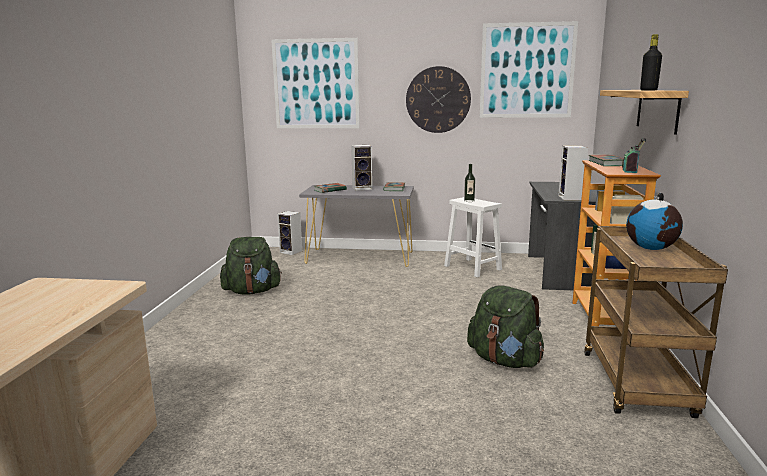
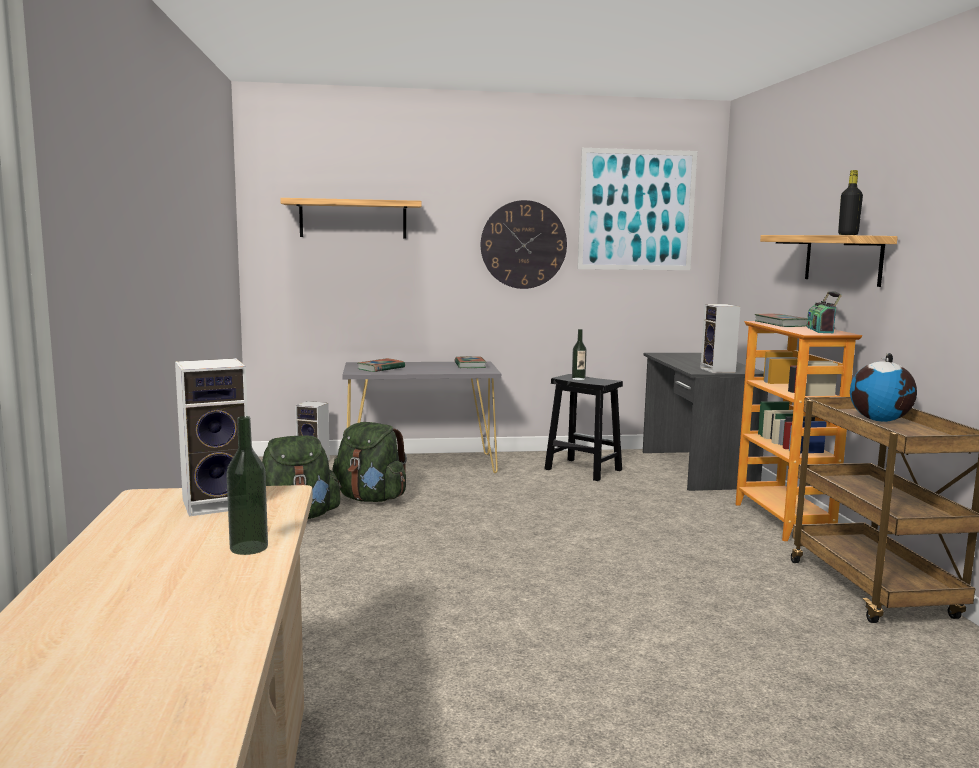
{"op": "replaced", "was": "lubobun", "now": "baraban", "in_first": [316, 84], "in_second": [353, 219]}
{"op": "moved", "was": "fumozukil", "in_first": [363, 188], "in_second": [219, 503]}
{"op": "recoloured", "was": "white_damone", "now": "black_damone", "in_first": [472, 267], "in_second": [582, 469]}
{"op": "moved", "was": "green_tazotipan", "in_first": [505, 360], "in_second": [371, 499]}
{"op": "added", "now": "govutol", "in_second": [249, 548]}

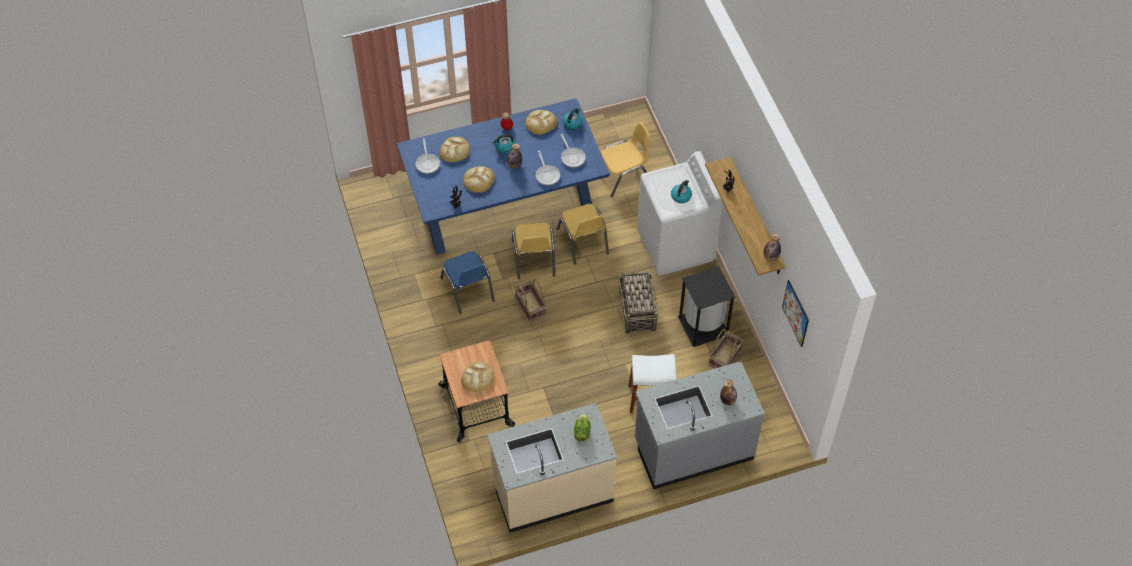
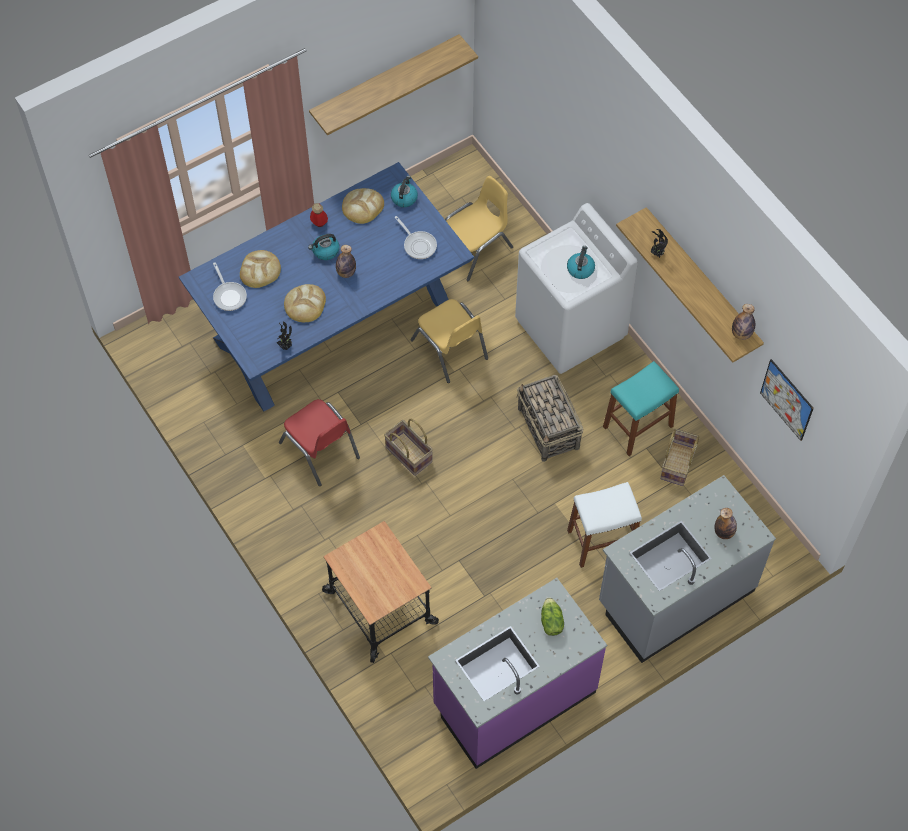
{"op": "removed", "was": "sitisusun", "in_first": [547, 175]}
{"op": "removed", "was": "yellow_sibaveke", "in_first": [533, 258]}
{"op": "recoloured", "was": "blue_sibaveke", "now": "red_sibaveke", "in_first": [468, 290], "in_second": [320, 450]}
{"op": "replaced", "was": "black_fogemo", "now": "turquoise_damone", "in_first": [703, 325], "in_second": [638, 426]}
{"op": "removed", "was": "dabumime", "in_first": [477, 377]}
{"op": "recoloured", "was": "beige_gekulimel", "now": "purple_gekulimel", "in_first": [552, 491], "in_second": [513, 698]}
{"op": "added", "now": "baraban", "in_second": [385, 81]}

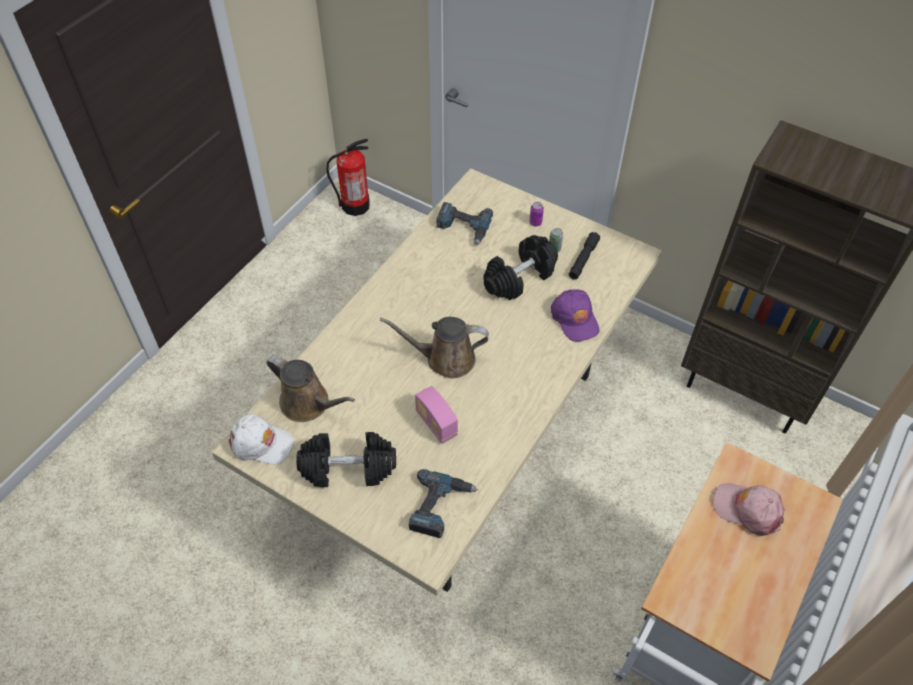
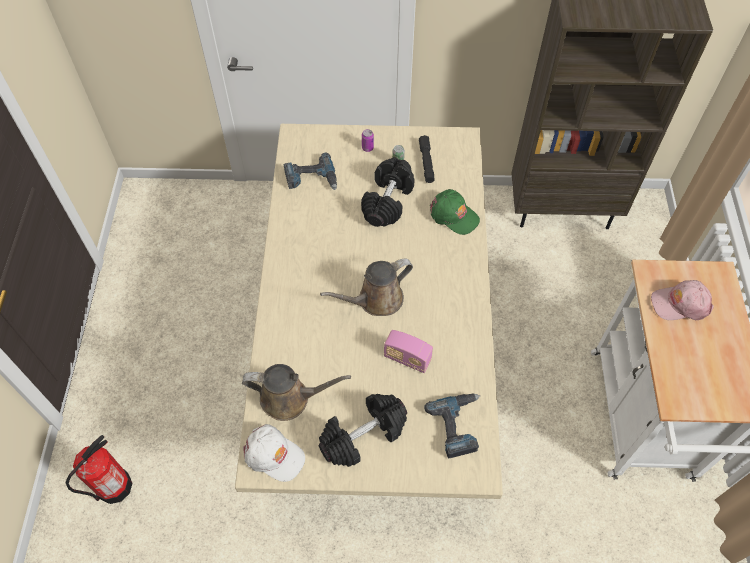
{"op": "moved", "was": "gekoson", "in_first": [355, 205], "in_second": [114, 487]}
{"op": "recoloured", "was": "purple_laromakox", "now": "green_laromakox", "in_first": [575, 319], "in_second": [453, 215]}
{"op": "turned", "was": "white_laromakox", "in_first": [261, 443], "in_second": [274, 455], "clockwise": 45}

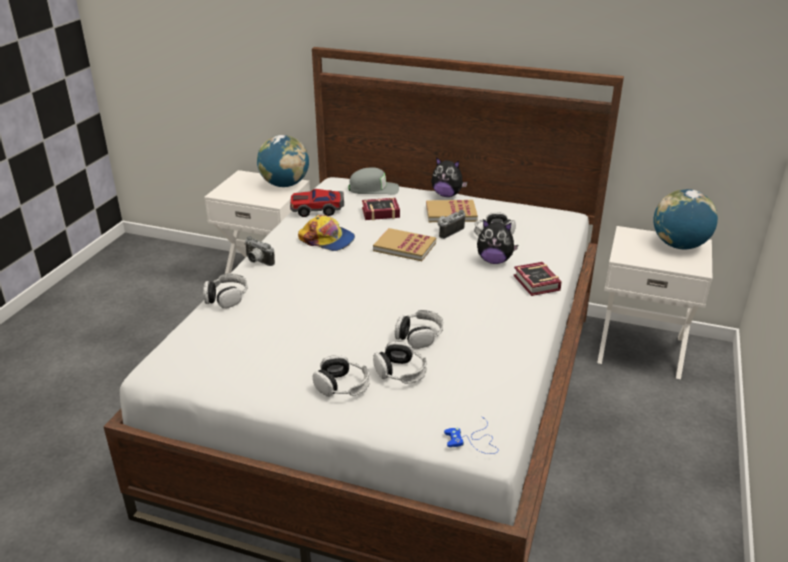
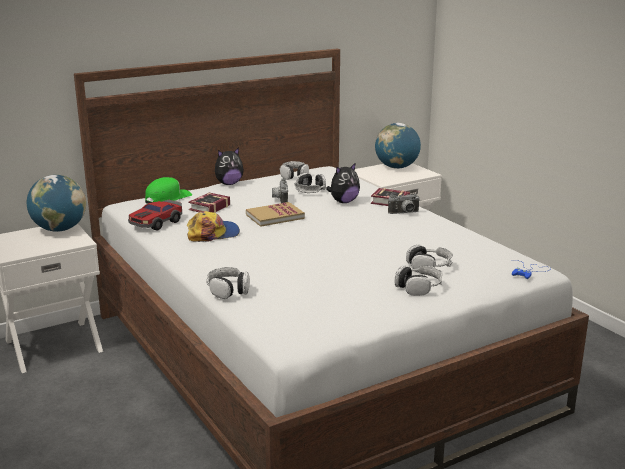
{"op": "recoloured", "was": "grey_laromakox", "now": "green_laromakox", "in_first": [374, 189], "in_second": [167, 198]}
{"op": "removed", "was": "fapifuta", "in_first": [451, 213]}
{"op": "moved", "was": "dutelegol", "in_first": [257, 261], "in_second": [404, 213]}
{"op": "moved", "was": "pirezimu", "in_first": [419, 336], "in_second": [294, 176]}

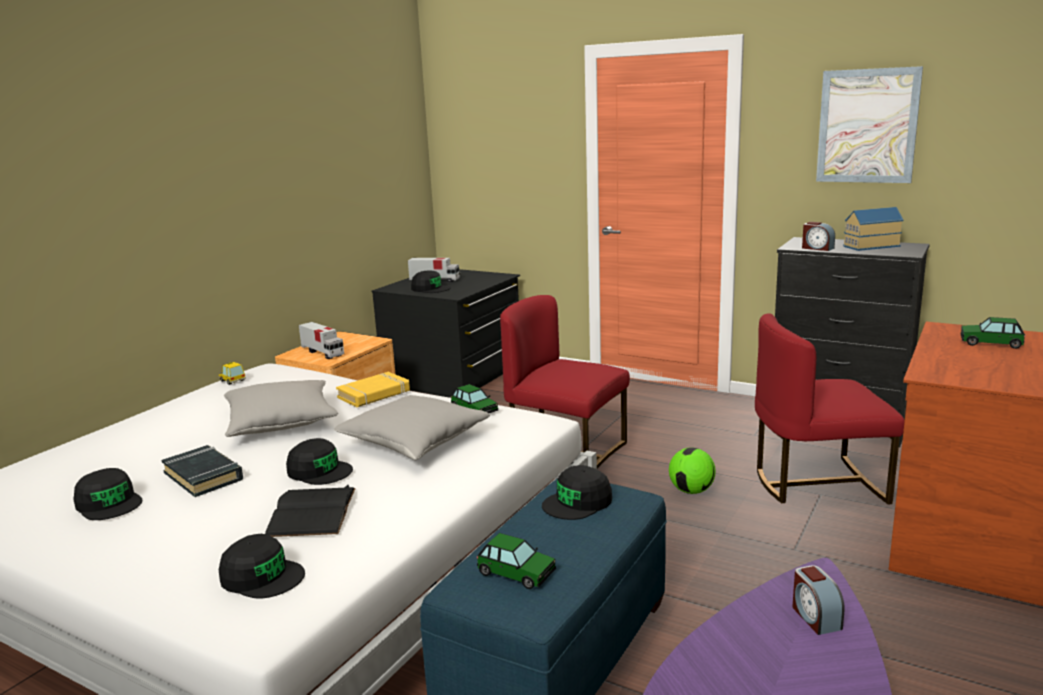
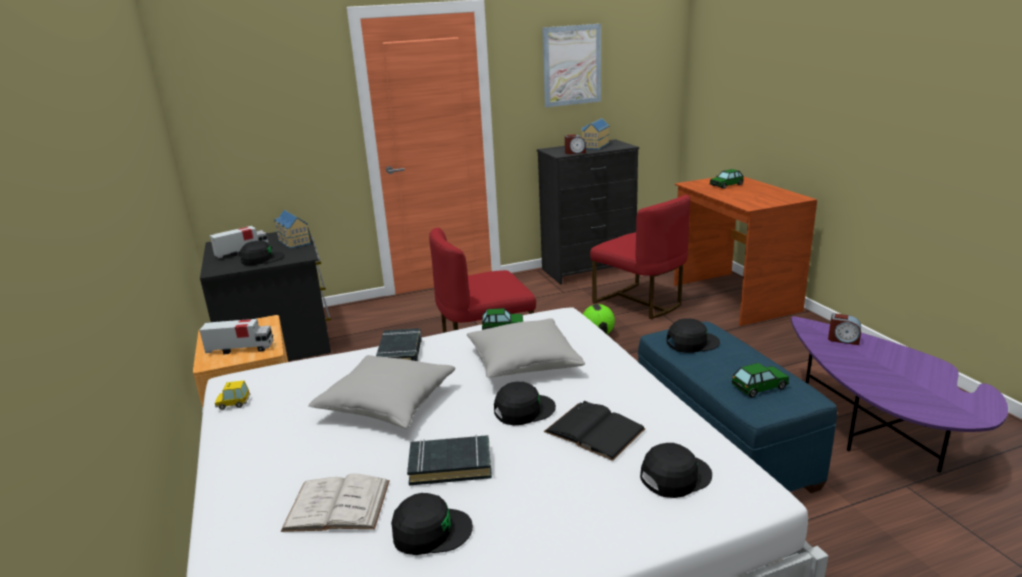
{"op": "turned", "was": "red_sibaveke", "in_first": [817, 483], "in_second": [639, 302], "clockwise": -75}
{"op": "recoloured", "was": "yellow_fapifuta", "now": "black_fapifuta", "in_first": [374, 394], "in_second": [400, 352]}
{"op": "turned", "was": "black_laromakox", "in_first": [578, 502], "in_second": [692, 342], "clockwise": -105}
{"op": "added", "now": "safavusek", "in_second": [293, 242]}
{"op": "added", "now": "white_fapifuta", "in_second": [337, 505]}

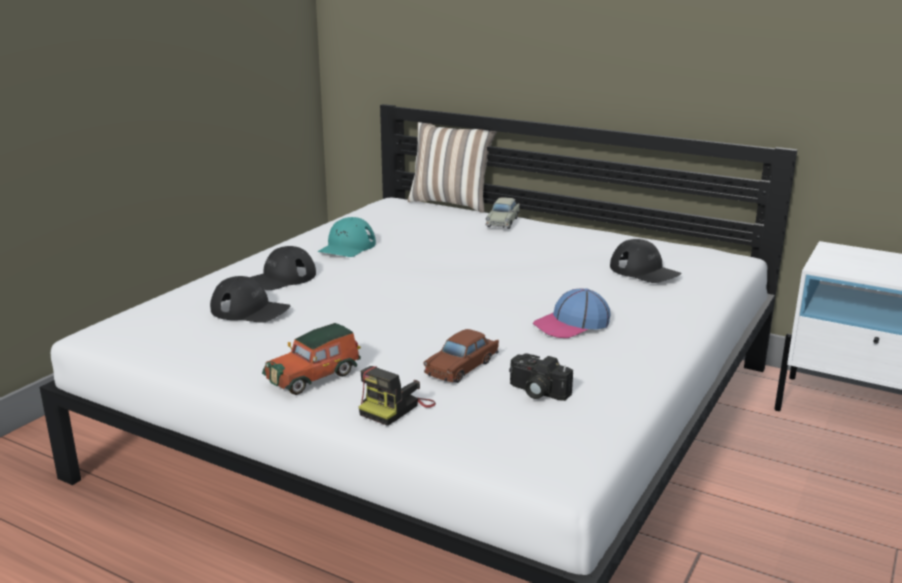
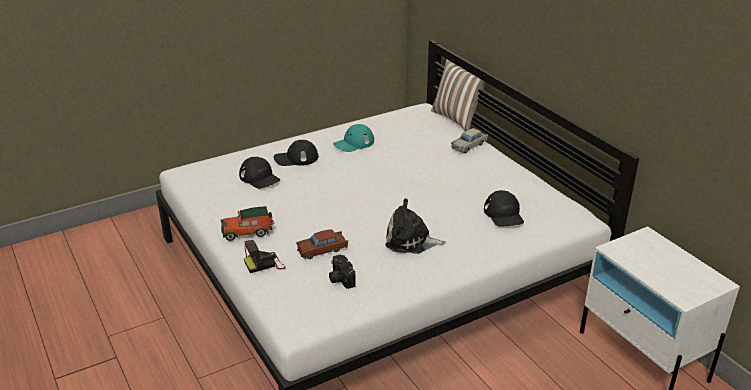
{"op": "replaced", "was": "laromakox", "now": "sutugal", "in_first": [571, 325], "in_second": [411, 241]}

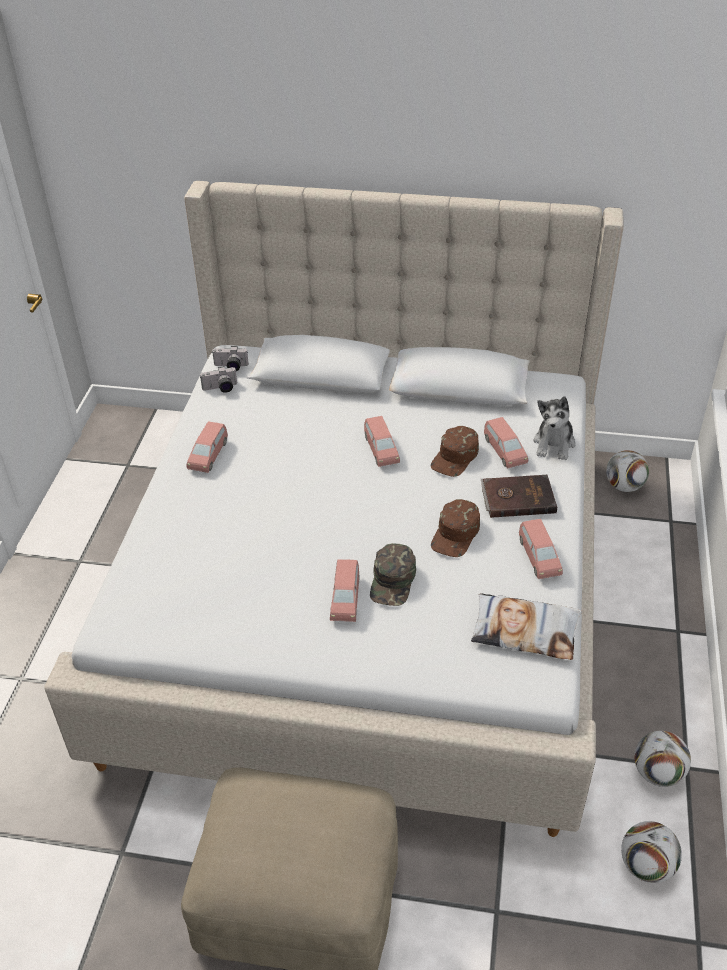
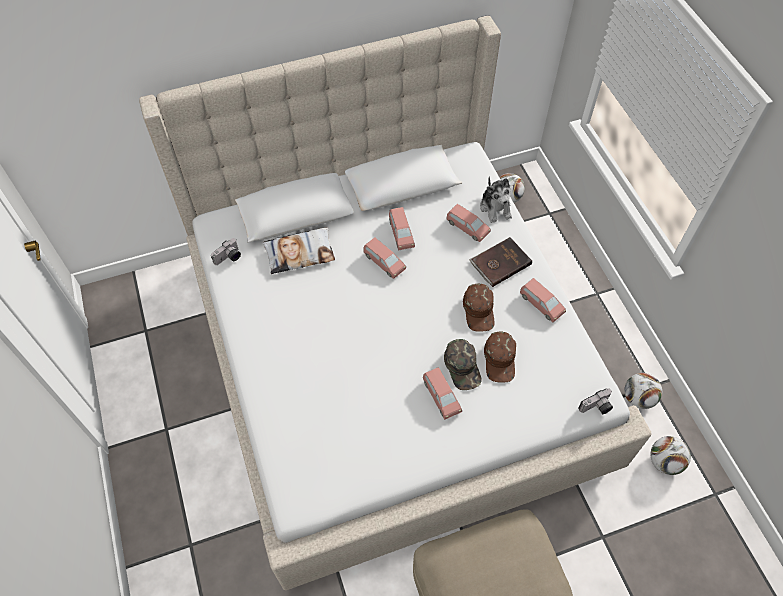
{"op": "moved", "was": "dutelegol", "in_first": [230, 367], "in_second": [596, 408]}
{"op": "moved", "was": "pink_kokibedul", "in_first": [208, 455], "in_second": [401, 233]}
{"op": "moved", "was": "brown_laromakox", "in_first": [455, 457], "in_second": [500, 360]}
{"op": "moved", "was": "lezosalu", "in_first": [525, 631], "in_second": [300, 253]}

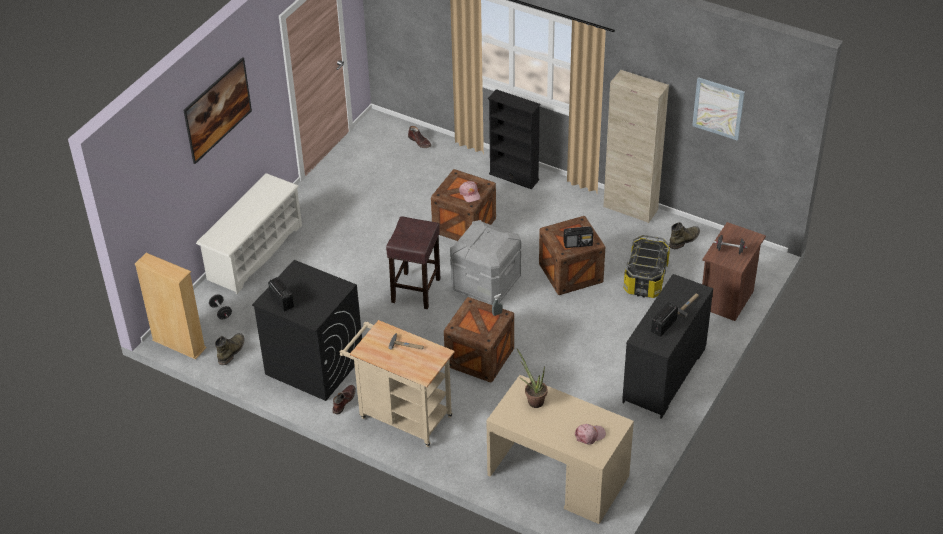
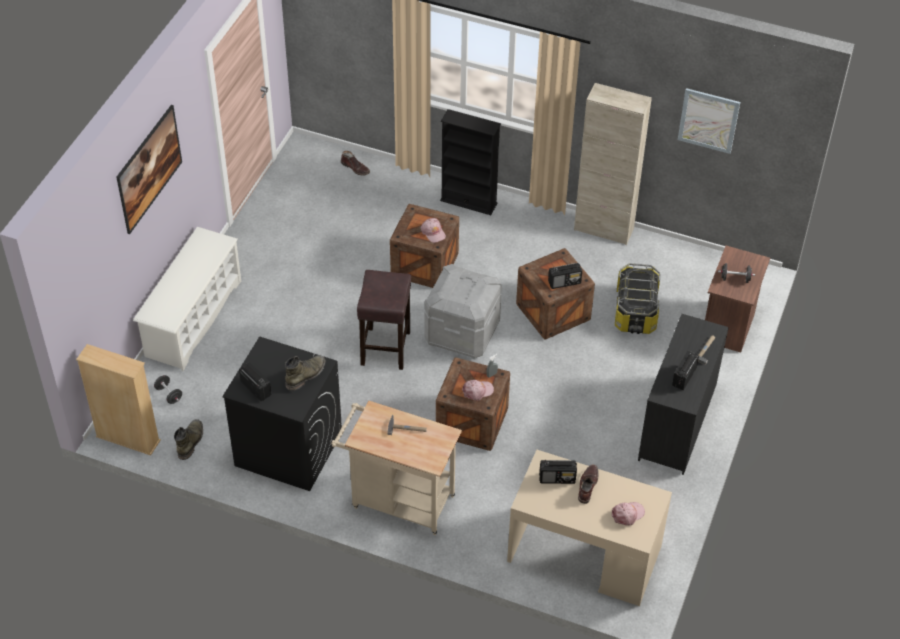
{"op": "moved", "was": "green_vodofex", "in_first": [684, 240], "in_second": [306, 375]}
{"op": "replaced", "was": "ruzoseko", "now": "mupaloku", "in_first": [533, 400], "in_second": [557, 478]}
{"op": "moved", "was": "brown_vodofex", "in_first": [343, 401], "in_second": [587, 486]}
{"op": "added", "now": "pink_laromakox", "in_second": [477, 391]}

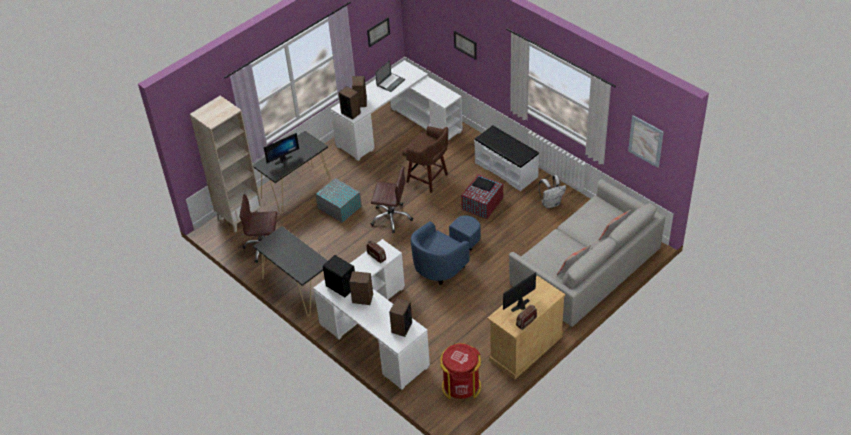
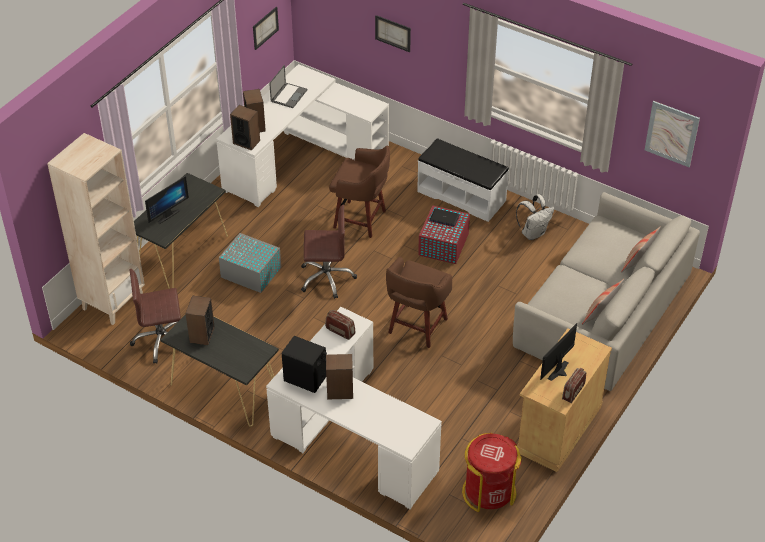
{"op": "replaced", "was": "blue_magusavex", "now": "brown_damone", "in_first": [445, 261], "in_second": [417, 327]}
{"op": "moved", "was": "fumozukil", "in_first": [401, 327], "in_second": [202, 335]}

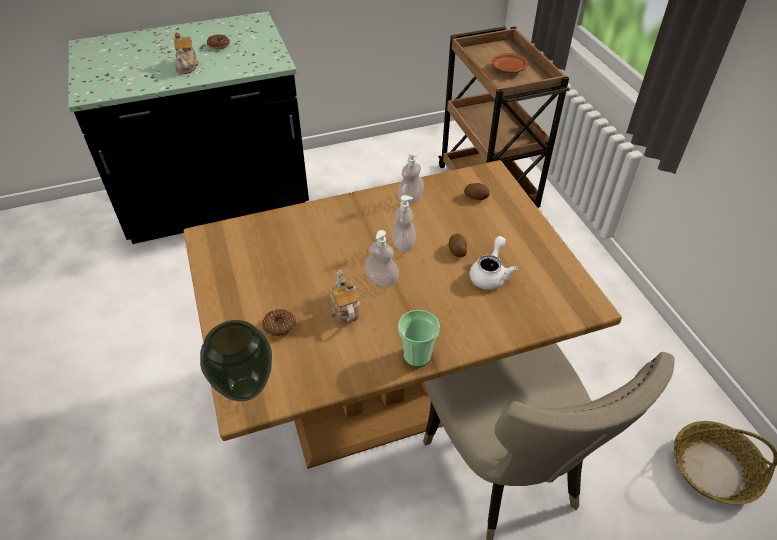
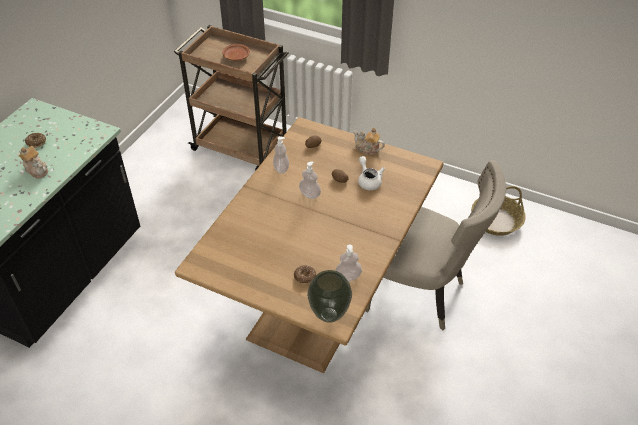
{"op": "moved", "was": "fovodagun", "in_first": [381, 280], "in_second": [348, 277]}
{"op": "moved", "was": "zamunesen", "in_first": [344, 308], "in_second": [367, 149]}
{"op": "removed", "was": "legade", "in_first": [417, 356]}

